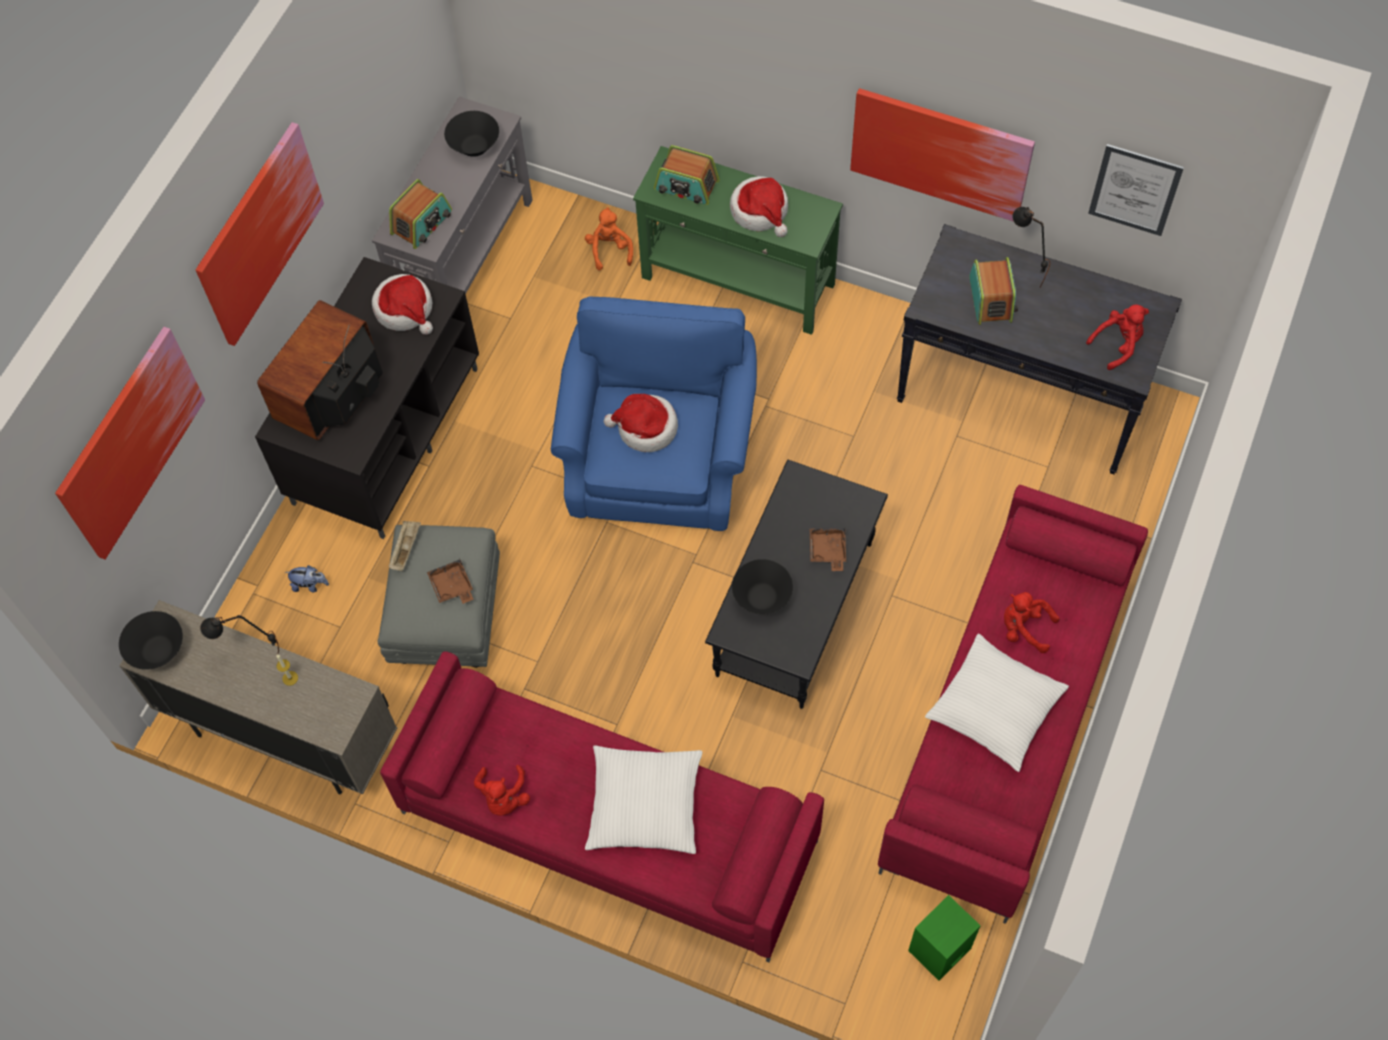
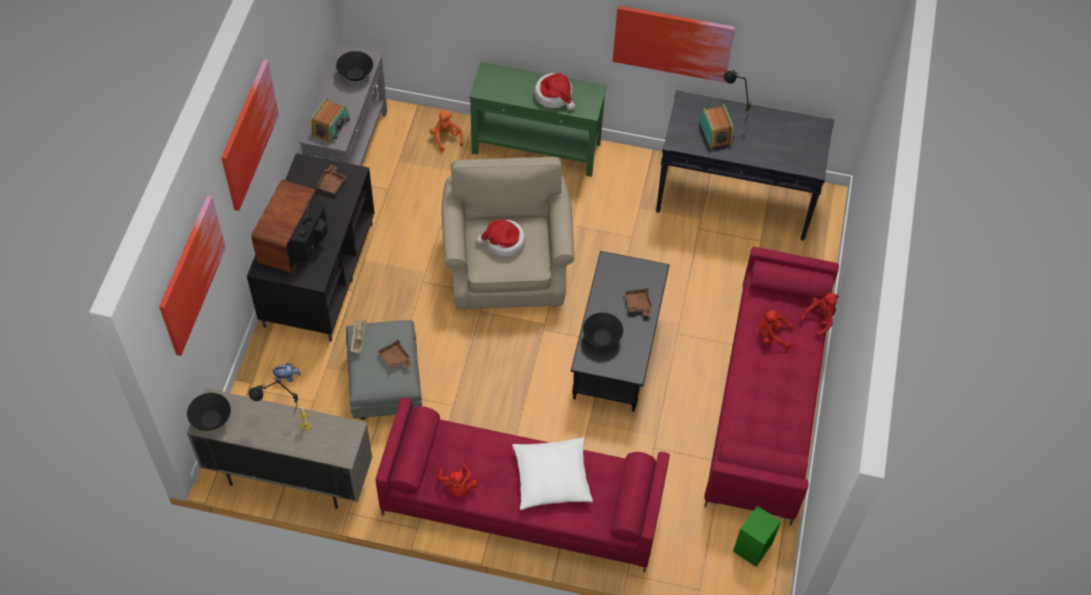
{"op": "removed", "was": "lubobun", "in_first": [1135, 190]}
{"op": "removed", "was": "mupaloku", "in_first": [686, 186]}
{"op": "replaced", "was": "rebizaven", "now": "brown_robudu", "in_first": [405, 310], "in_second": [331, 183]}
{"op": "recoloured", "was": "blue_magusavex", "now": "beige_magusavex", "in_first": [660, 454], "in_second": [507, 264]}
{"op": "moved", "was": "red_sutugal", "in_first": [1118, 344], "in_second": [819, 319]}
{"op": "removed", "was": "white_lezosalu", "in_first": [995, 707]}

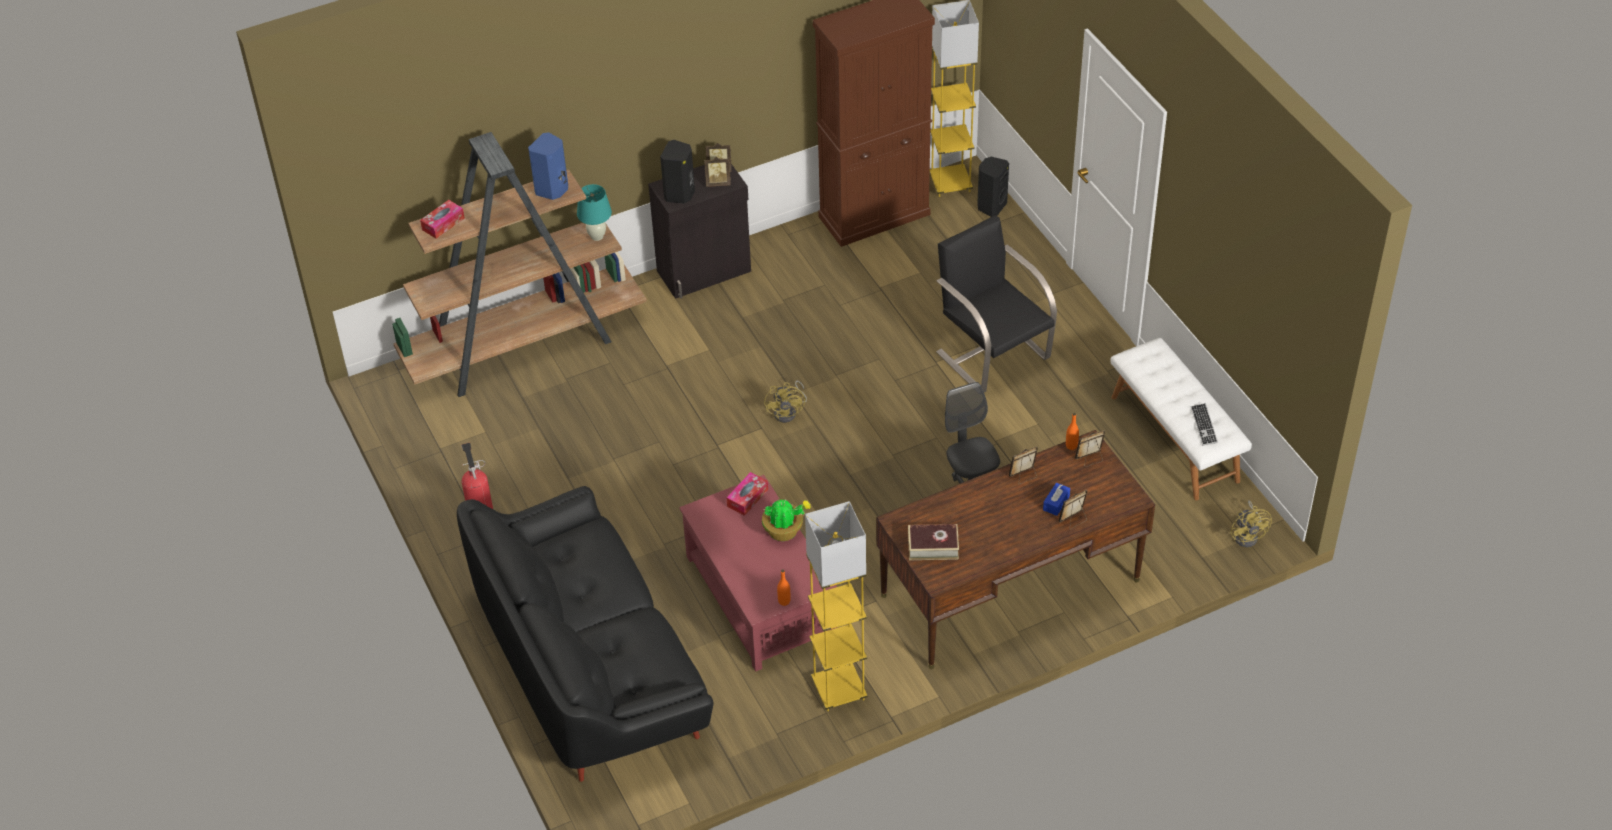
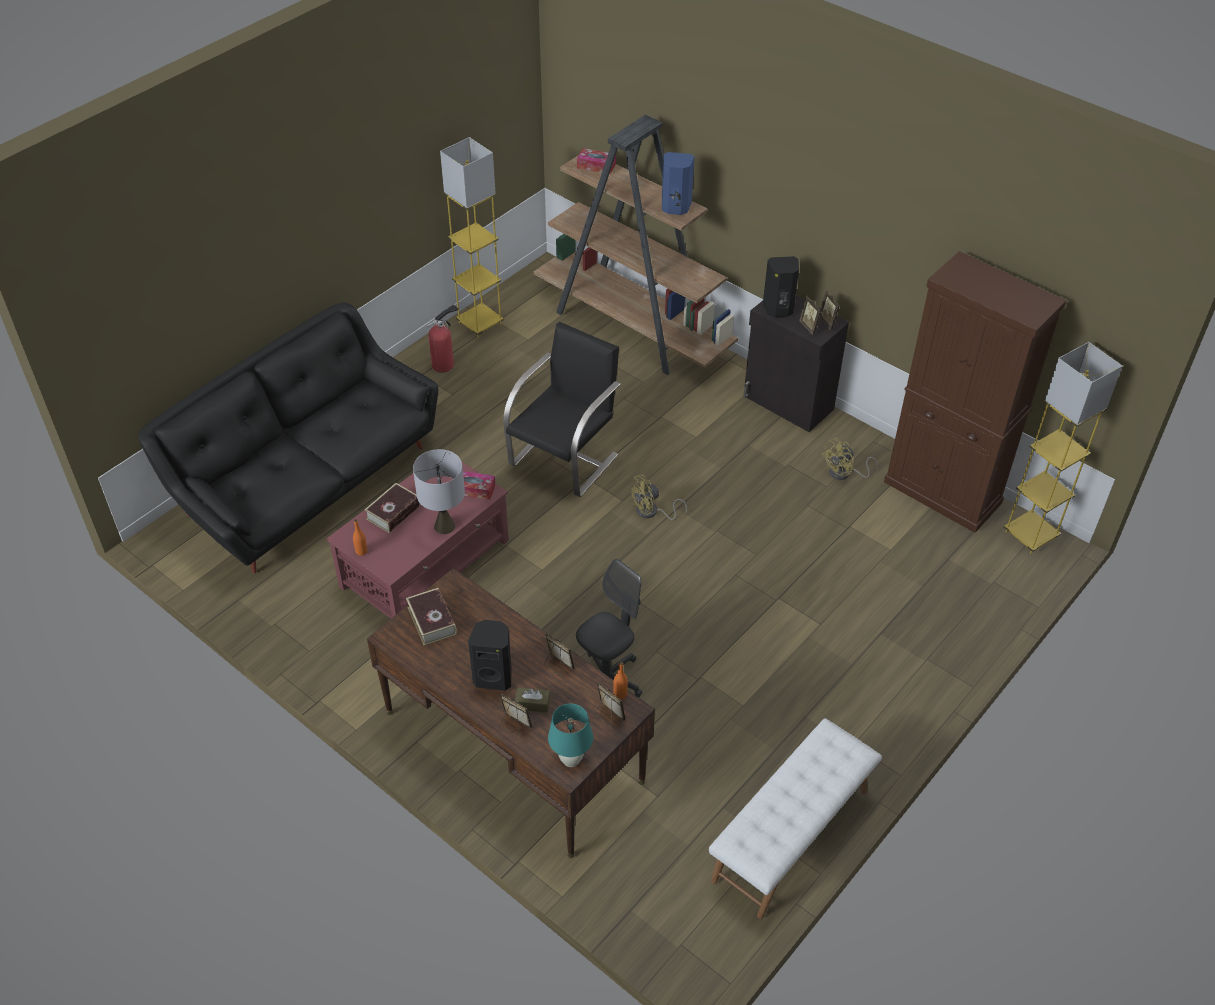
{"op": "moved", "was": "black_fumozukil", "in_first": [991, 206], "in_second": [494, 676]}
{"op": "moved", "was": "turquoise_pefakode", "in_first": [597, 236], "in_second": [571, 760]}
{"op": "moved", "was": "black_magusavex", "in_first": [992, 354], "in_second": [564, 459]}
{"op": "removed", "was": "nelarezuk", "in_first": [1203, 425]}
{"op": "recoloured", "was": "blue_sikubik", "now": "brown_sikubik", "in_first": [1056, 503], "in_second": [532, 704]}
{"op": "replaced", "was": "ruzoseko", "now": "grey_pefakode", "in_first": [784, 531], "in_second": [445, 526]}
{"op": "moved", "was": "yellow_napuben", "in_first": [1248, 535], "in_second": [844, 473]}
{"op": "moved", "was": "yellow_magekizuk", "in_first": [839, 690], "in_second": [480, 323]}
{"op": "added", "now": "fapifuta", "in_second": [393, 512]}

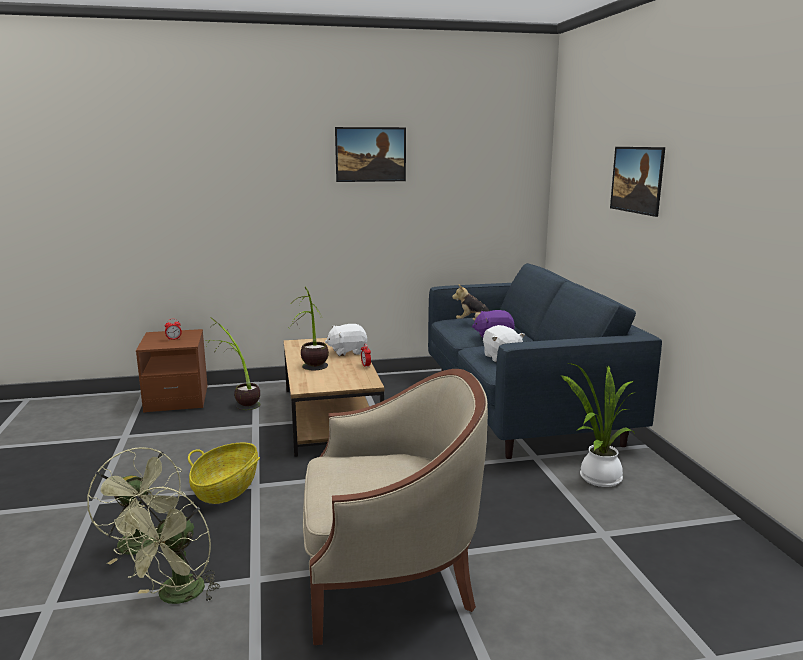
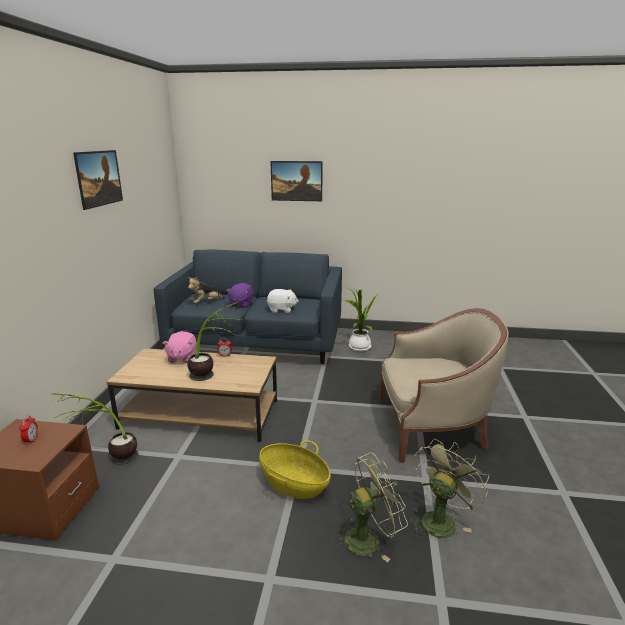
{"op": "recoloured", "was": "white_sutugal", "now": "pink_sutugal", "in_first": [347, 352], "in_second": [182, 357]}
{"op": "turned", "was": "beige_magusavex", "in_first": [388, 575], "in_second": [431, 428], "clockwise": 75}
{"op": "turned", "was": "green_napuben", "in_first": [176, 597], "in_second": [440, 519], "clockwise": -90}

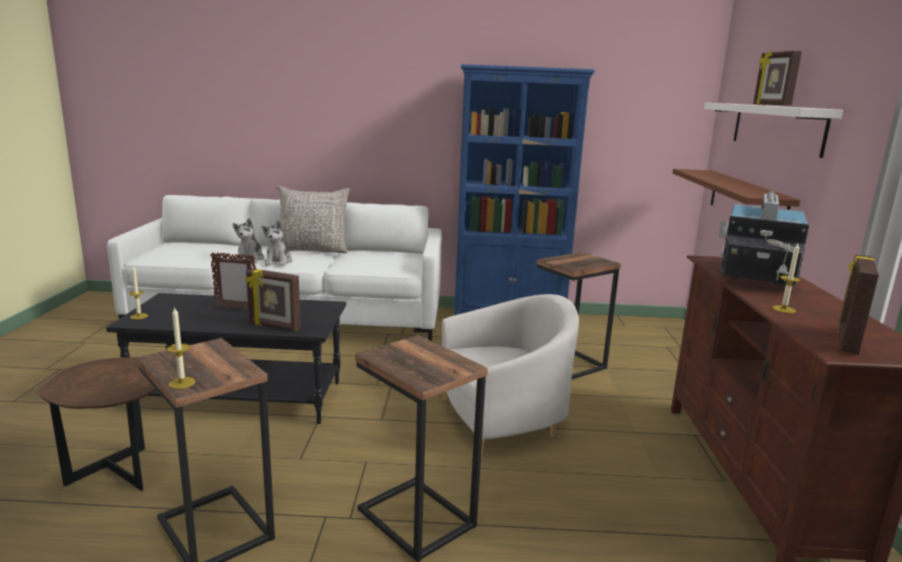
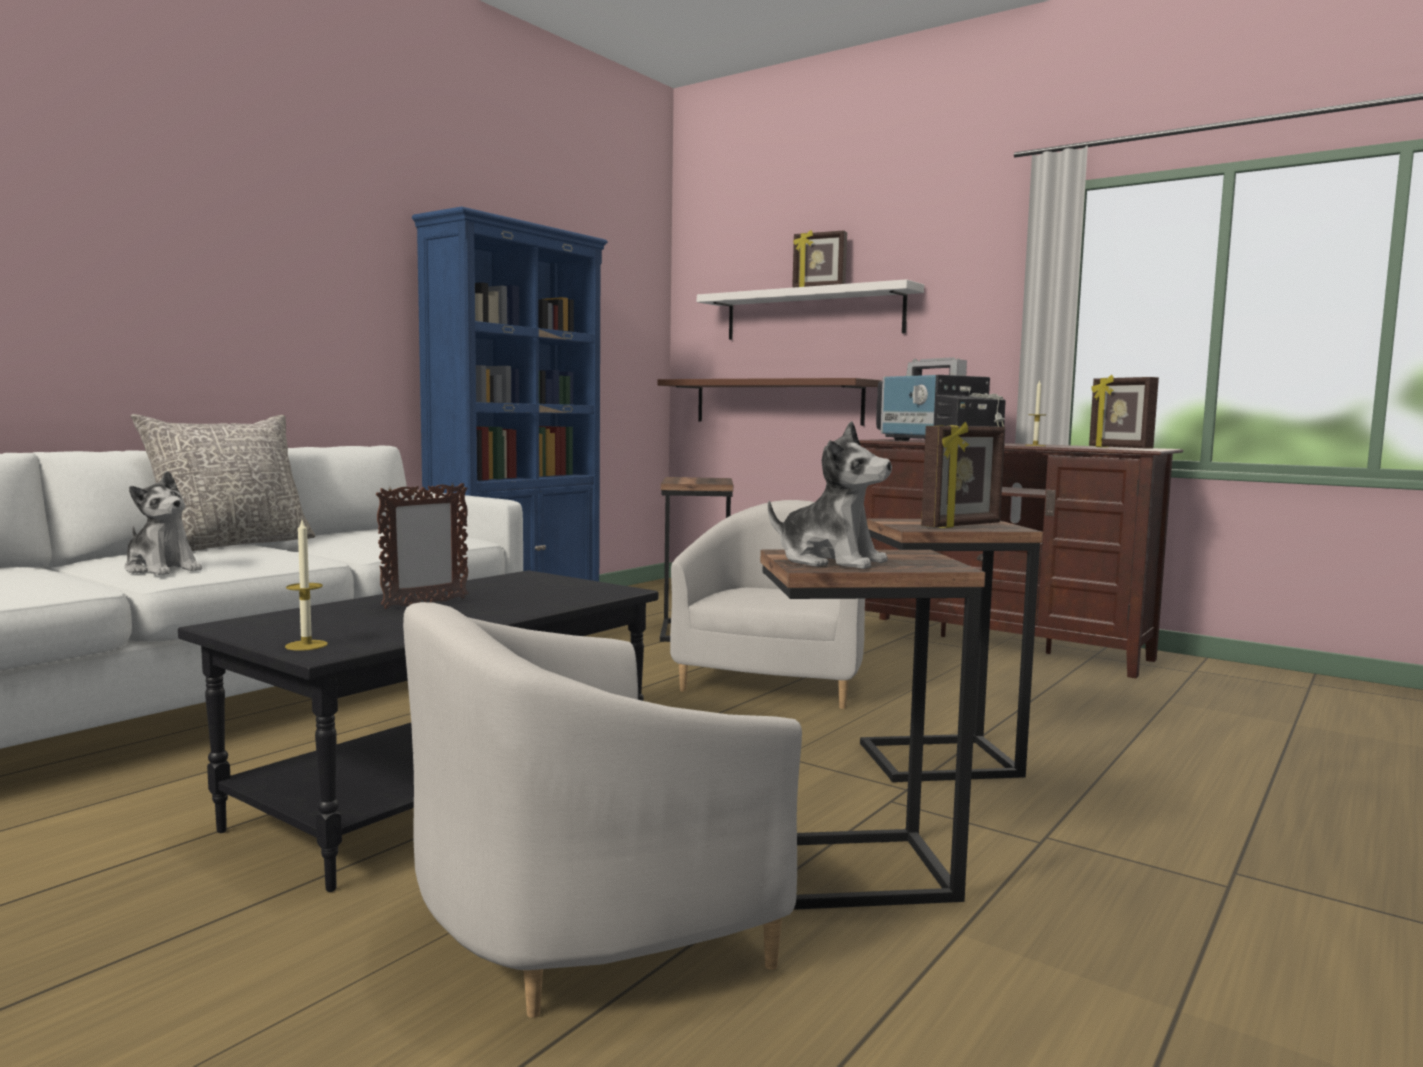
{"op": "moved", "was": "sutugal", "in_first": [278, 262], "in_second": [830, 561]}
{"op": "moved", "was": "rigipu", "in_first": [274, 326], "in_second": [962, 525]}
{"op": "removed", "was": "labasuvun", "in_first": [182, 383]}
{"op": "replaced", "was": "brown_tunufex", "now": "white_magusavex", "in_first": [121, 475], "in_second": [585, 927]}

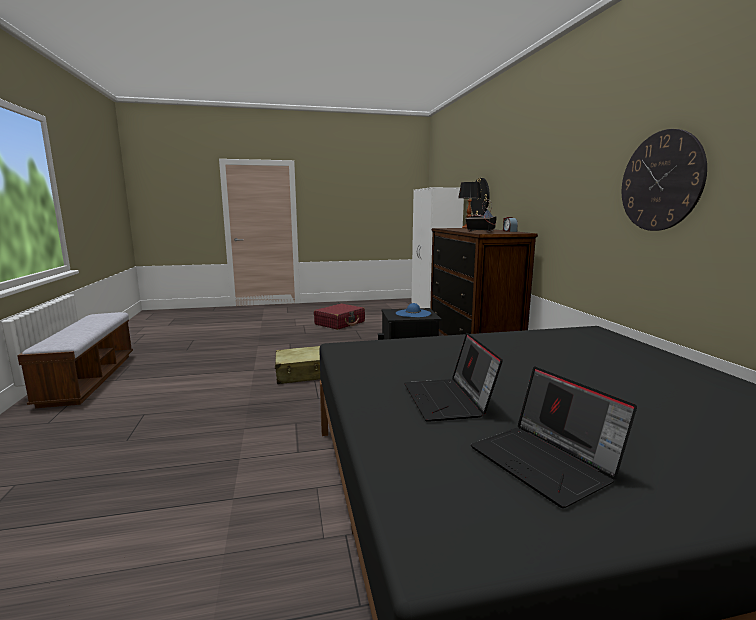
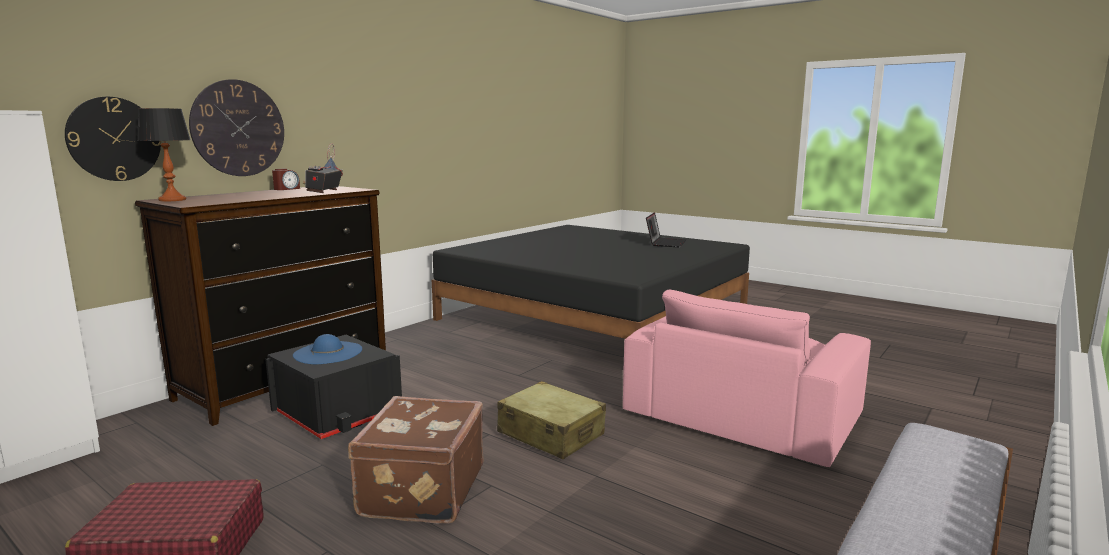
{"op": "moved", "was": "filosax", "in_first": [661, 181], "in_second": [238, 128]}
{"op": "removed", "was": "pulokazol", "in_first": [449, 400]}
{"op": "added", "now": "pink_magusavex", "in_second": [742, 412]}
{"op": "added", "now": "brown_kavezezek", "in_second": [420, 491]}

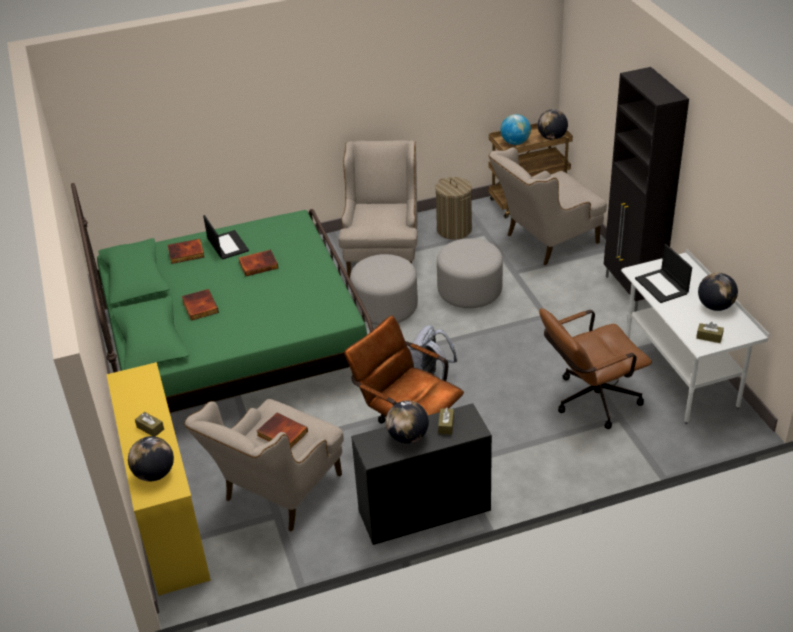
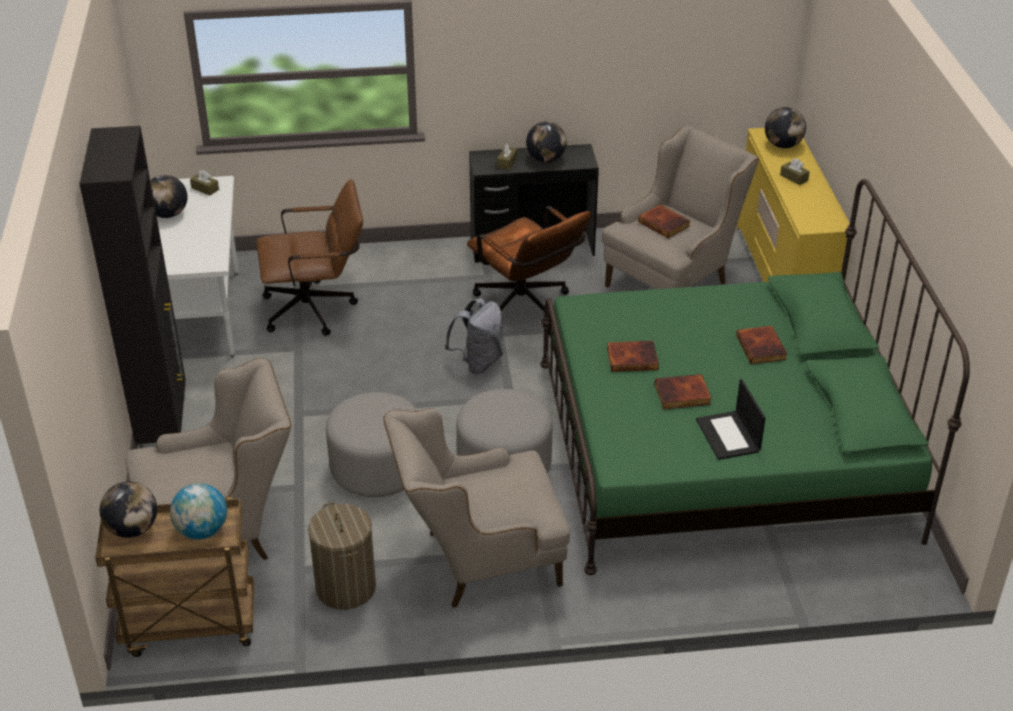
{"op": "turned", "was": "beige_magusavex", "in_first": [383, 253], "in_second": [478, 562], "clockwise": 60}
{"op": "moved", "was": "fapifuta", "in_first": [186, 253], "in_second": [632, 358]}
{"op": "removed", "was": "pulokazol", "in_first": [662, 286]}

